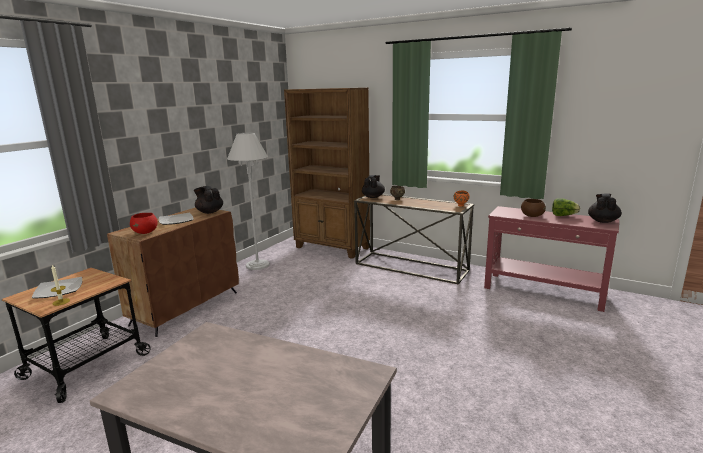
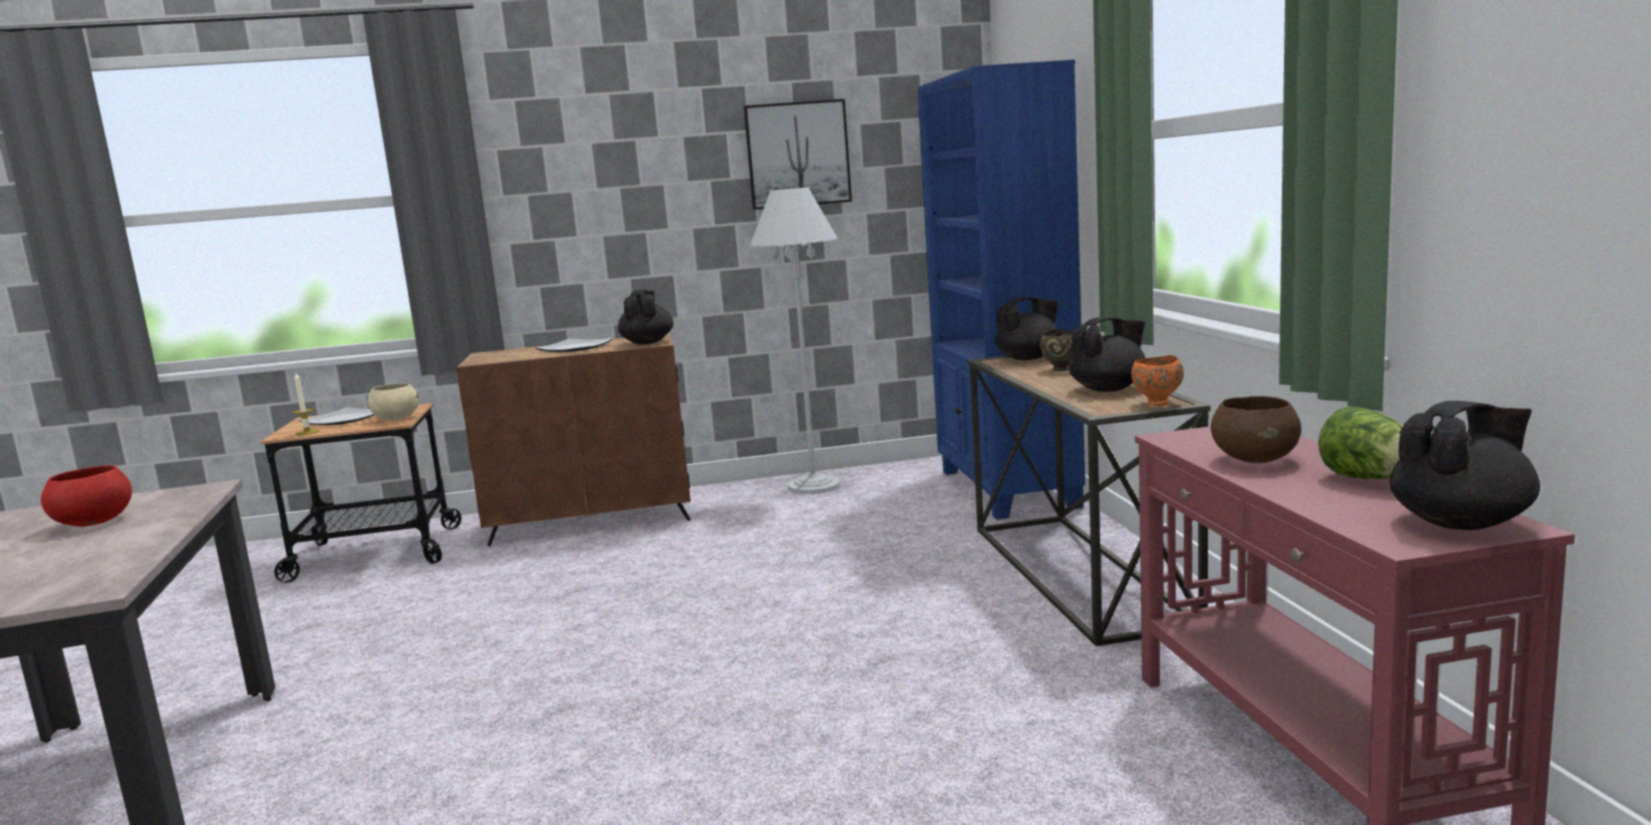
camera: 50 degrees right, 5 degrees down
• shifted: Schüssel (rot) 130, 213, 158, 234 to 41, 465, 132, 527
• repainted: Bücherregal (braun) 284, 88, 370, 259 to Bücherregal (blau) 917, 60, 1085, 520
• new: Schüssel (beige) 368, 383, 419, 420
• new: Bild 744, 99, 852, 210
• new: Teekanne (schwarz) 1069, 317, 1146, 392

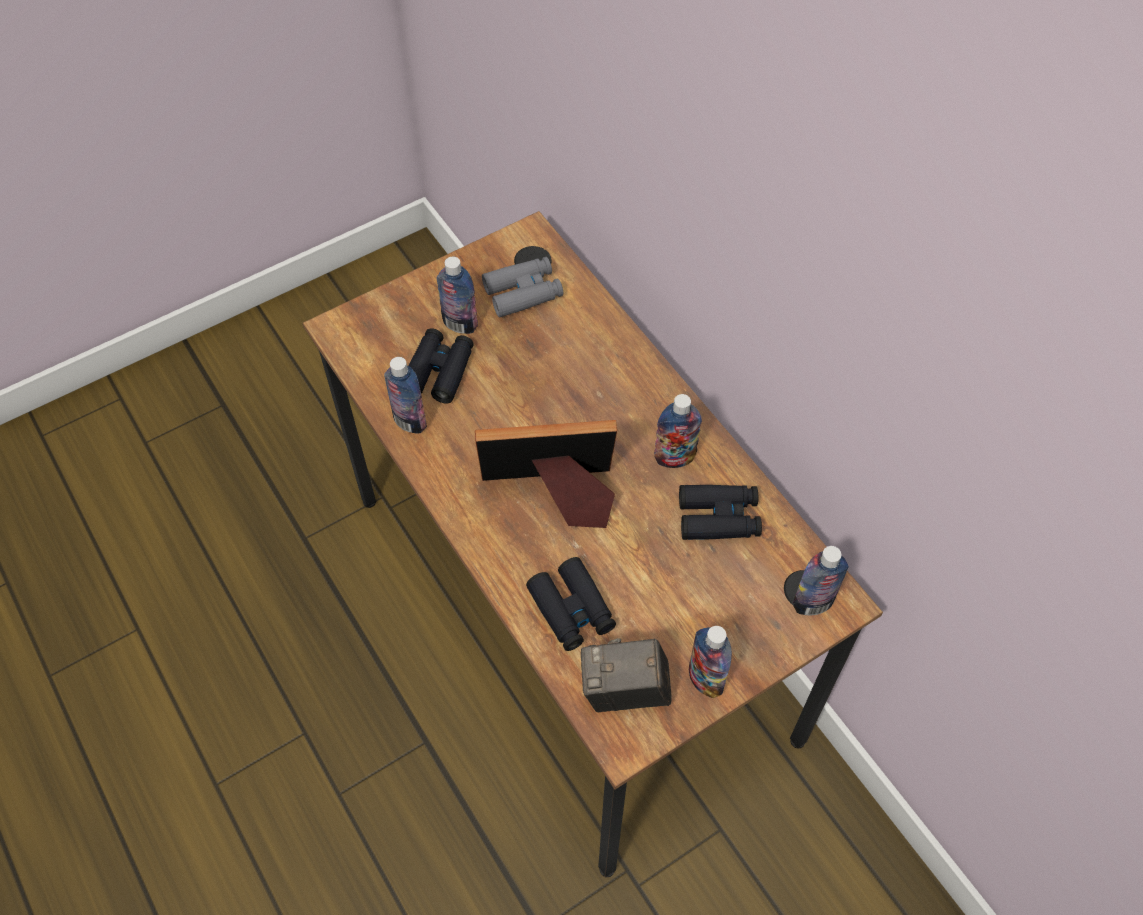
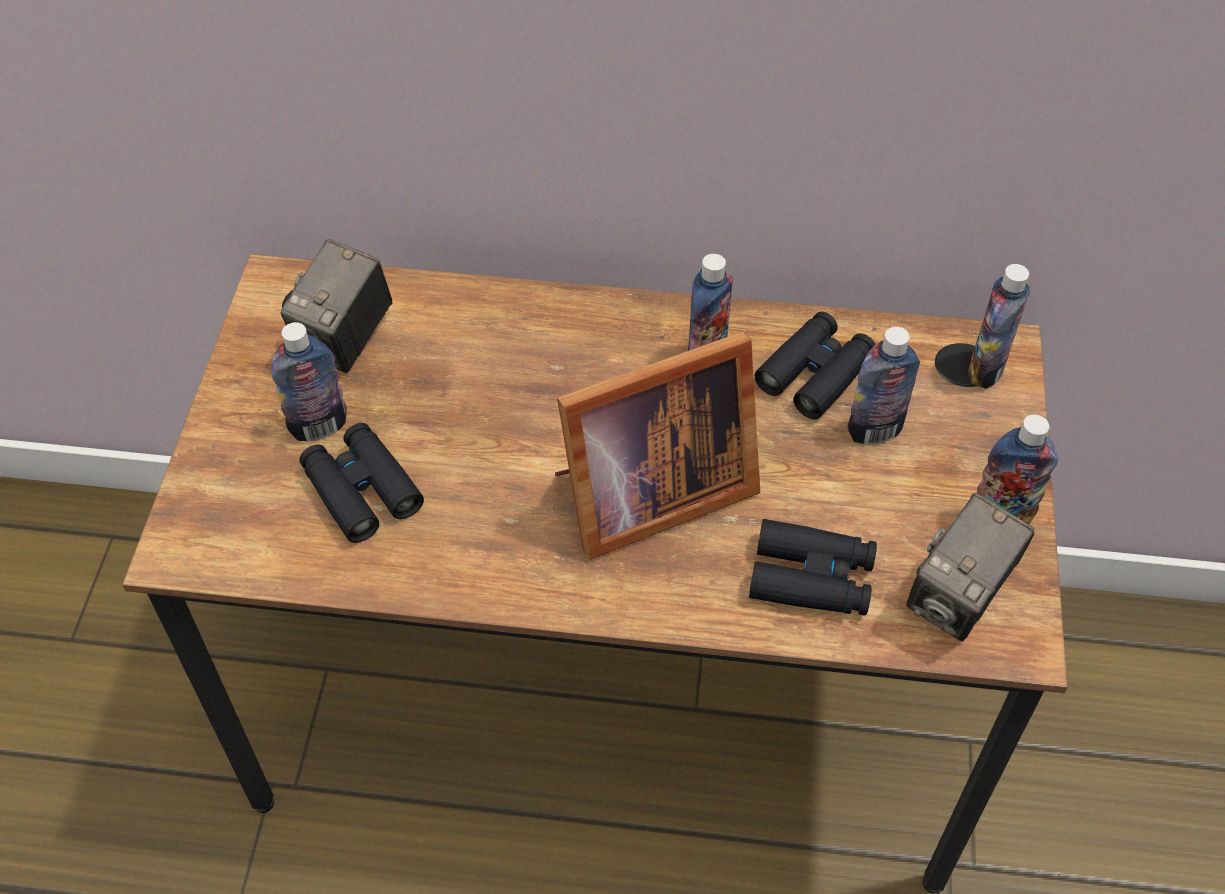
camera: 50 degrees left, 5 degrees down
• shifted: Flasche 384, 357, 427, 434 to 847, 327, 920, 444
• rotated: Bilderrahmen 475, 420, 617, 528 = 555, 332, 760, 560 150 degrees counterclockwise
• swapped: Fernglas (grau) 482, 257, 563, 317 to Kamera 281, 239, 392, 373

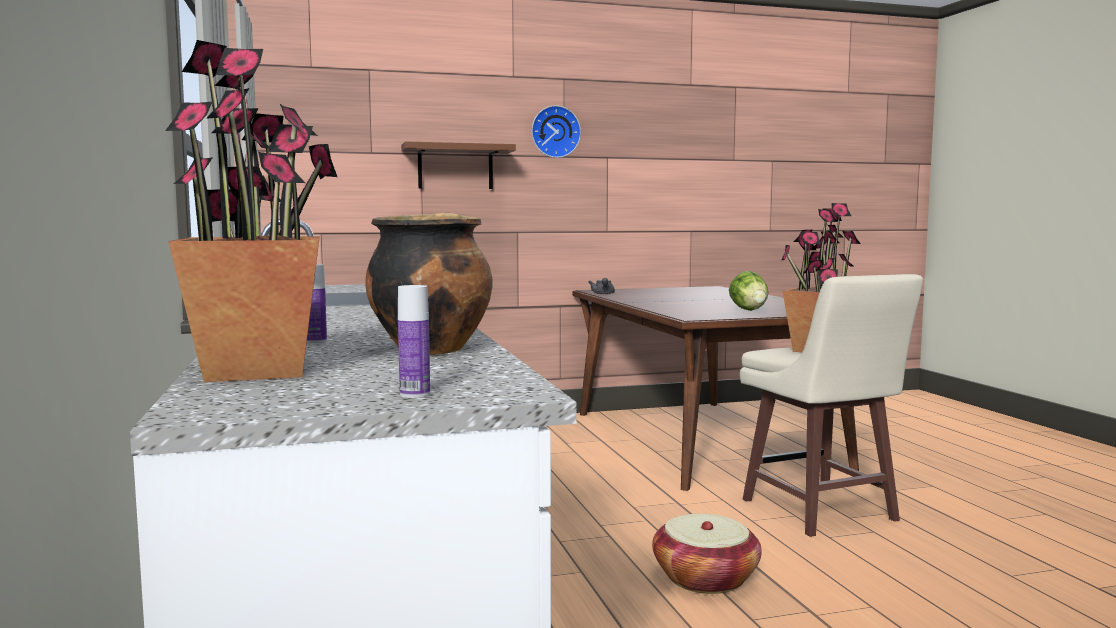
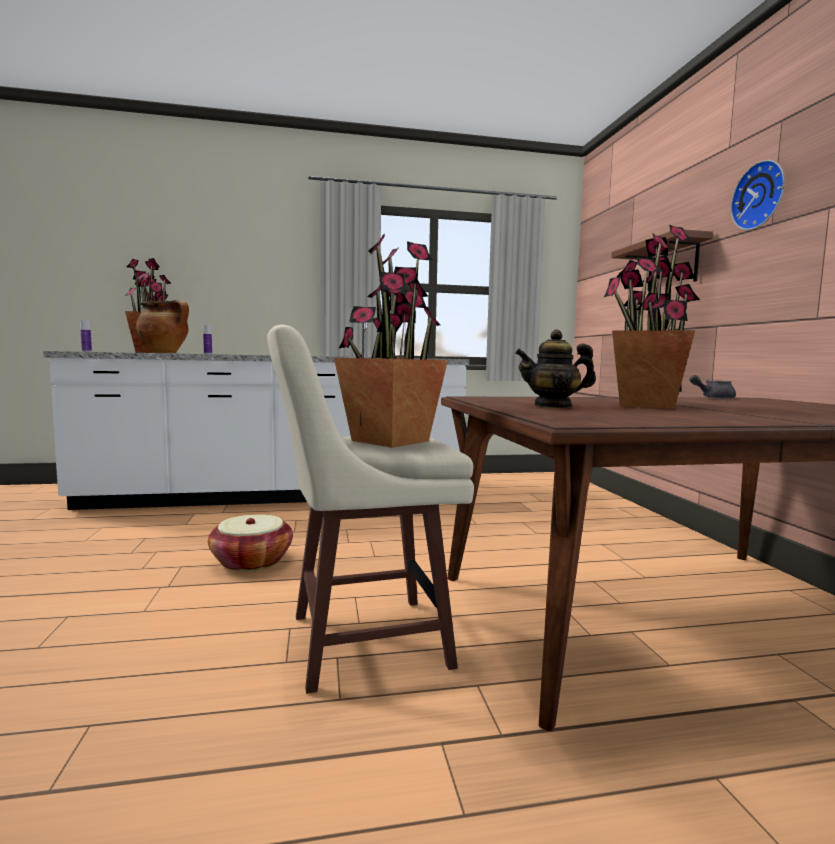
camera: 95 degrees right, 0 degrees up
• swapped: Salatkopf 729, 271, 769, 311 to Teekanne 515, 329, 596, 408
• new: Topfpflanze 604, 225, 700, 409

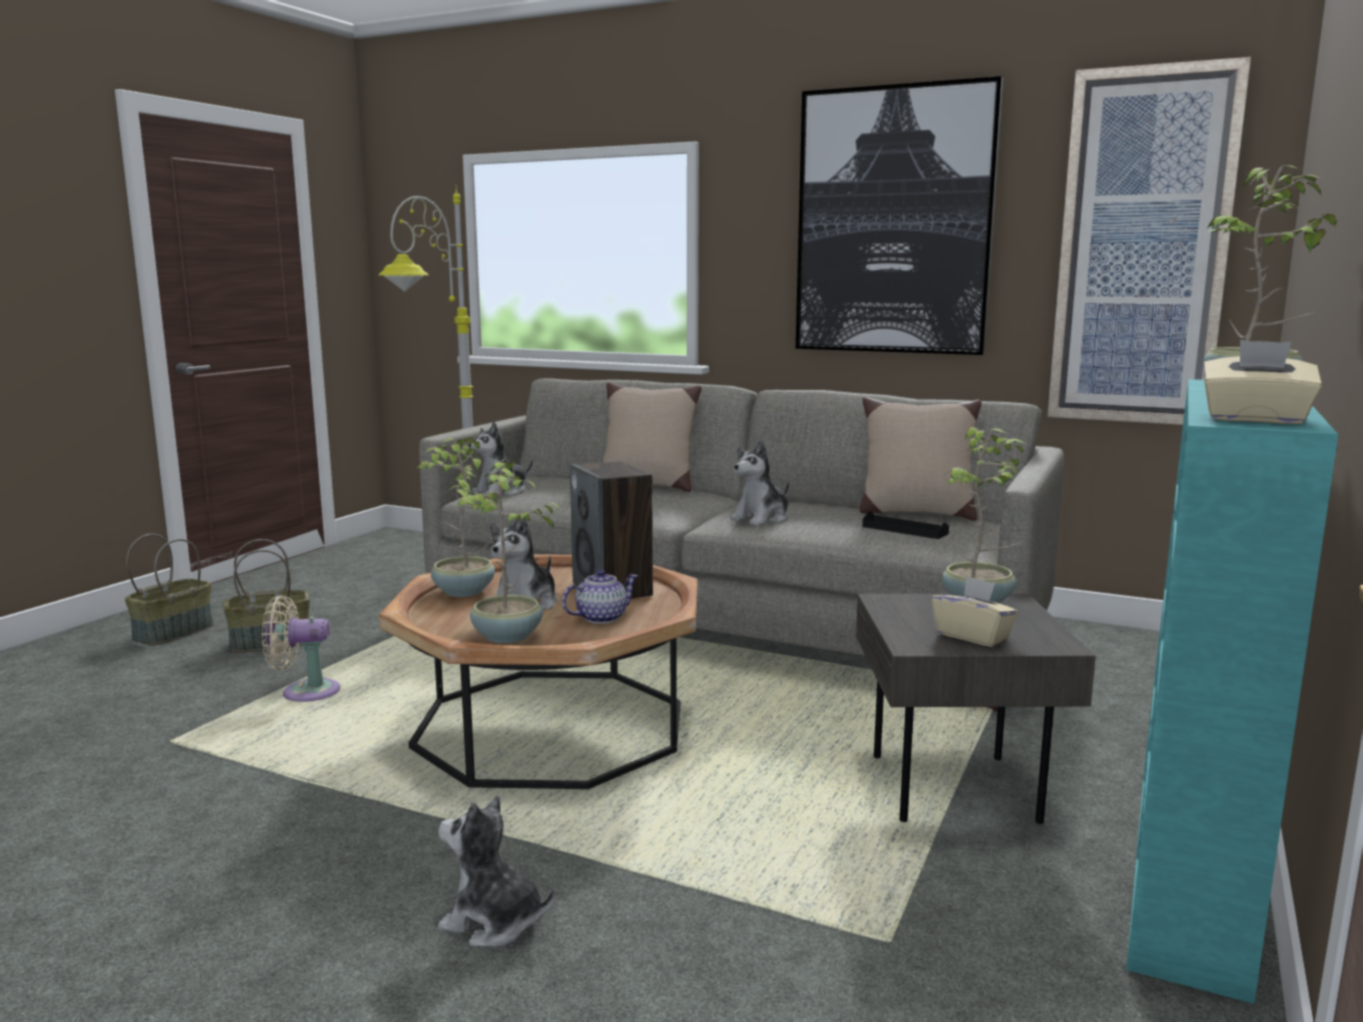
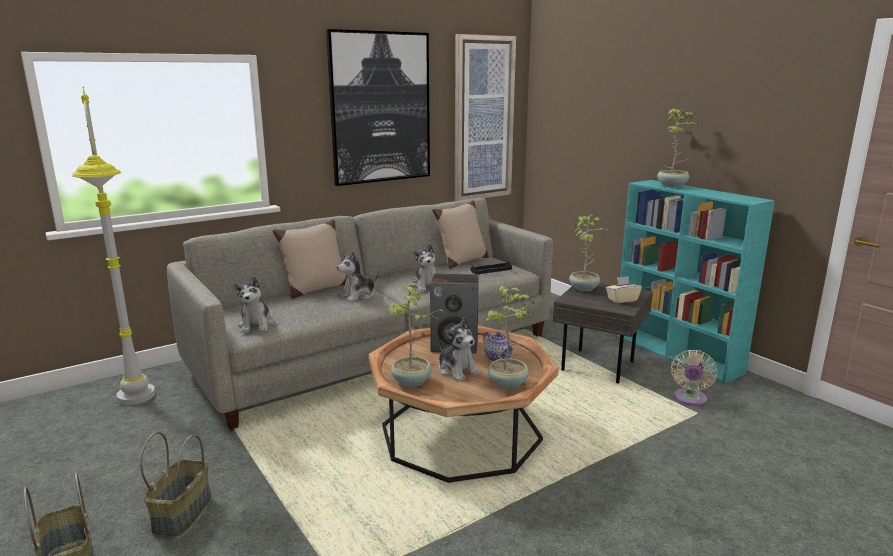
camera: 60 degrees left, 5 degrees up
• shifted: Ventilator (beige) 262, 595, 340, 702 to 671, 350, 718, 406
• shifted: Plüschtier 438, 795, 556, 947 to 337, 252, 378, 302
• rotated: Teekanne 562, 569, 638, 624 = 483, 332, 514, 361 150 degrees clockwise
• gone: Taschentuchbox (beige) 1203, 340, 1322, 424

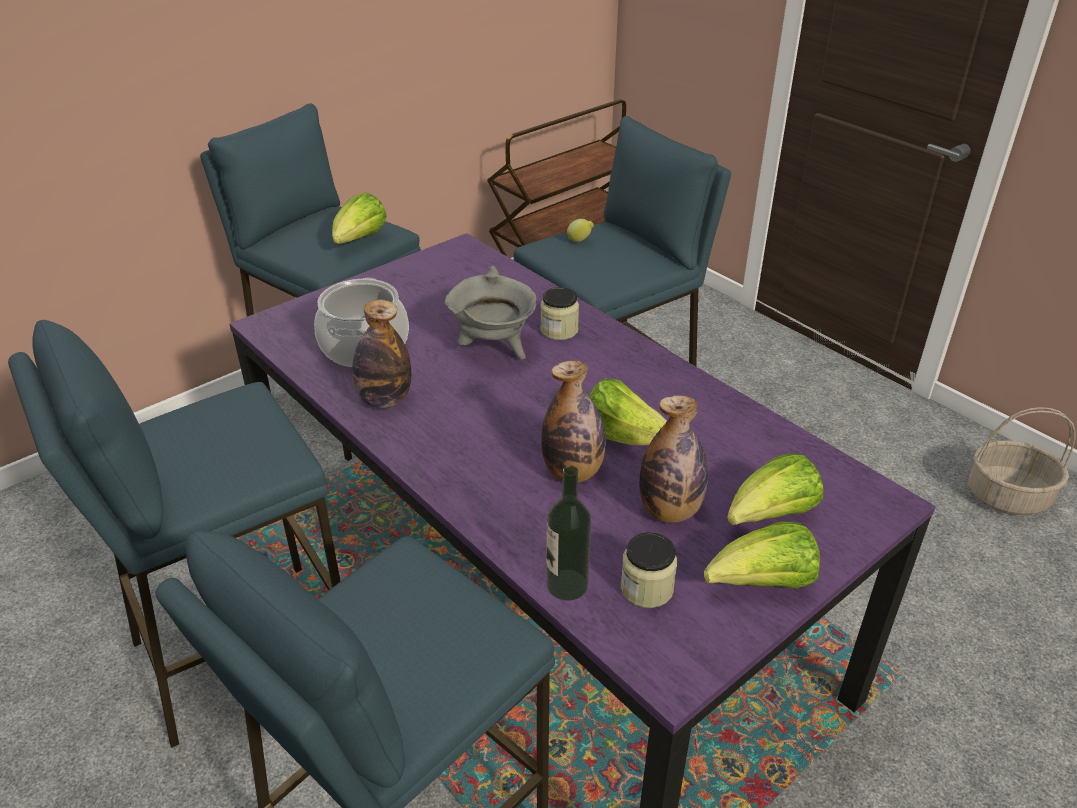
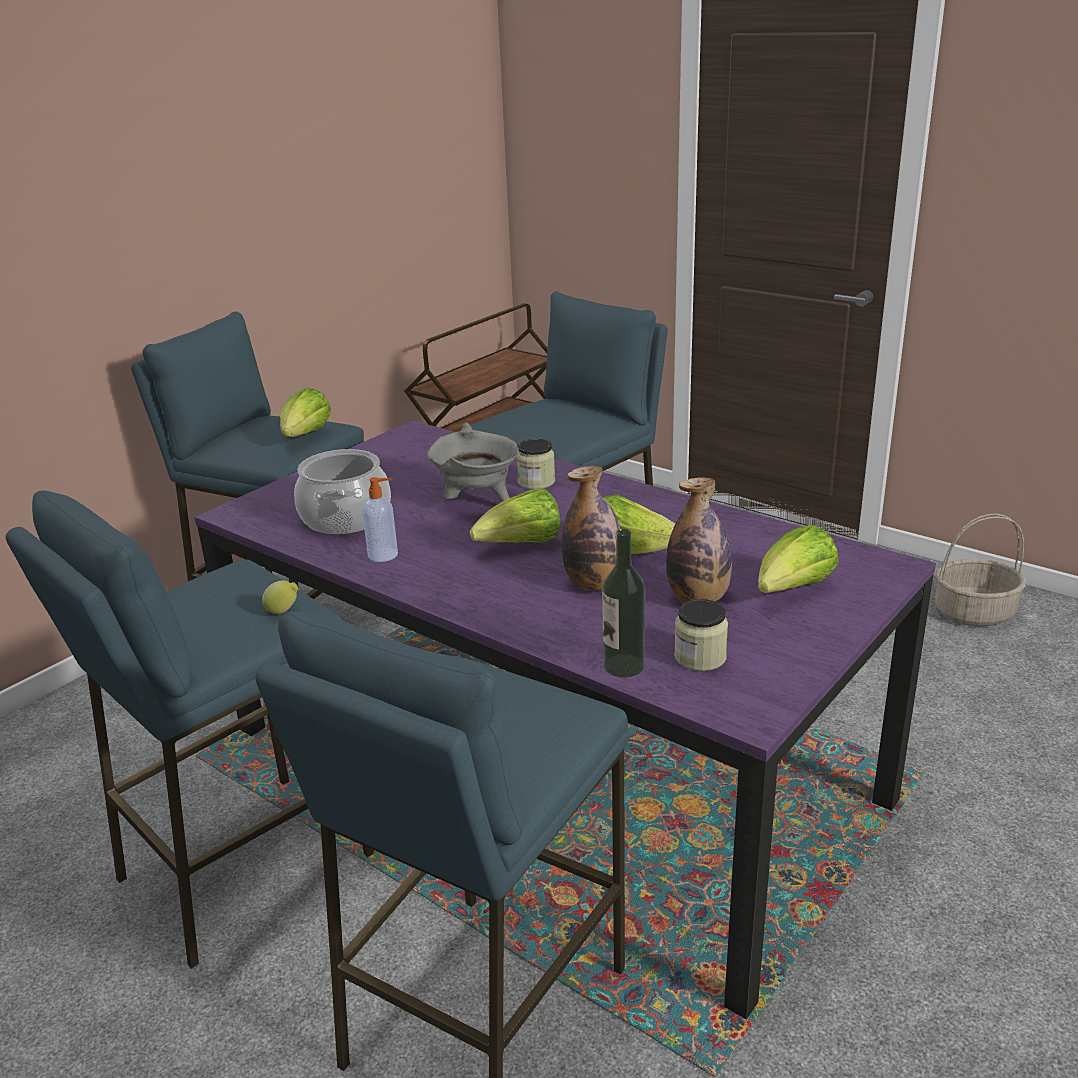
camera: 10 degrees left, 10 degrees down
• swapped: Flasche 352, 299, 411, 409 to Seifenspender 362, 477, 398, 562
• shifted: Zitrone 567, 219, 594, 242 to 262, 580, 299, 614
• shifted: Salatkopf 704, 521, 820, 589 to 470, 489, 560, 543

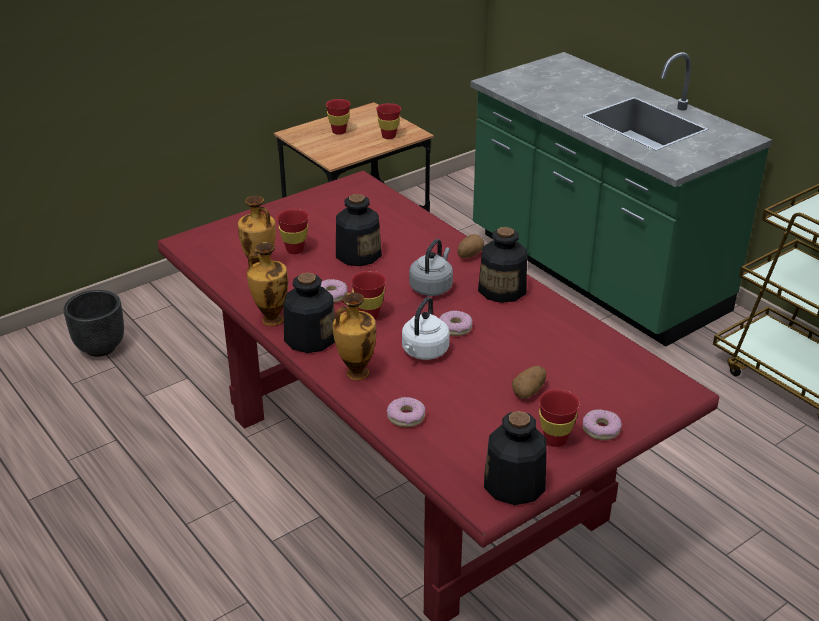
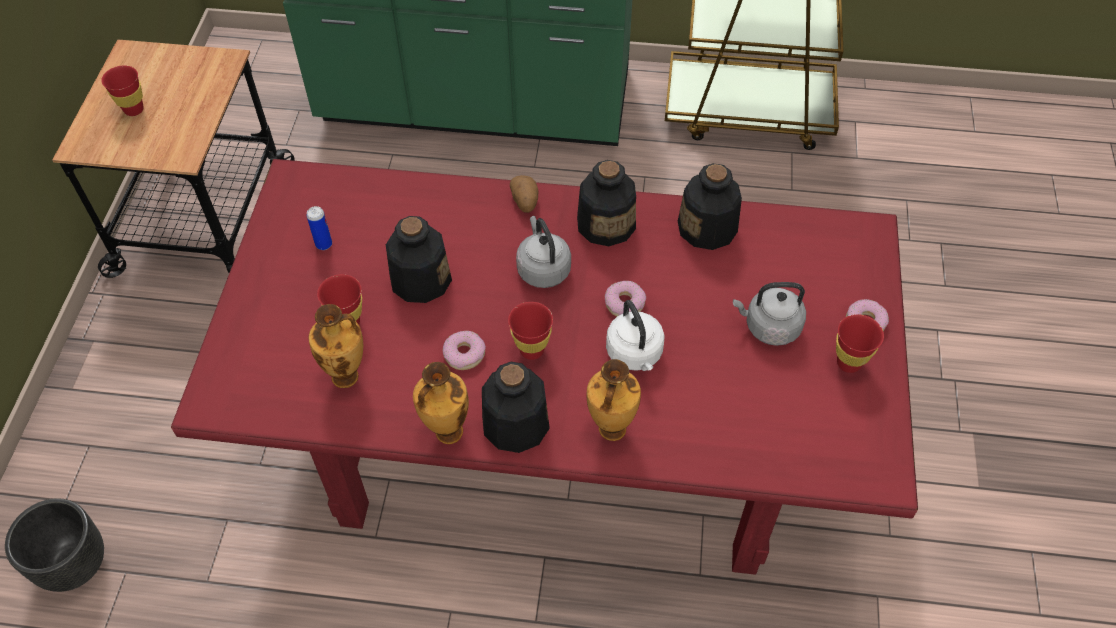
camera: 45 degrees left, 20 degrees up
• gone: Tasse (rot) 376, 103, 401, 139
• gone: Donut 387, 397, 425, 427
• shifted: Flasche 484, 411, 547, 505 to 678, 163, 742, 250
• swapped: Kartoffel 512, 366, 546, 399 to Wasserkessel (grau) 733, 282, 806, 346
• new: Dose 306, 206, 332, 250

